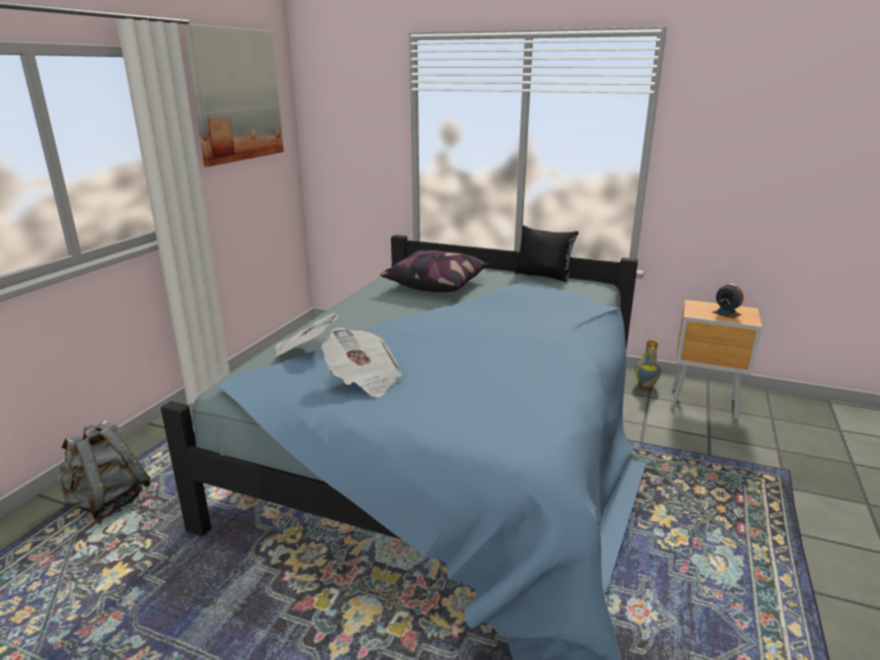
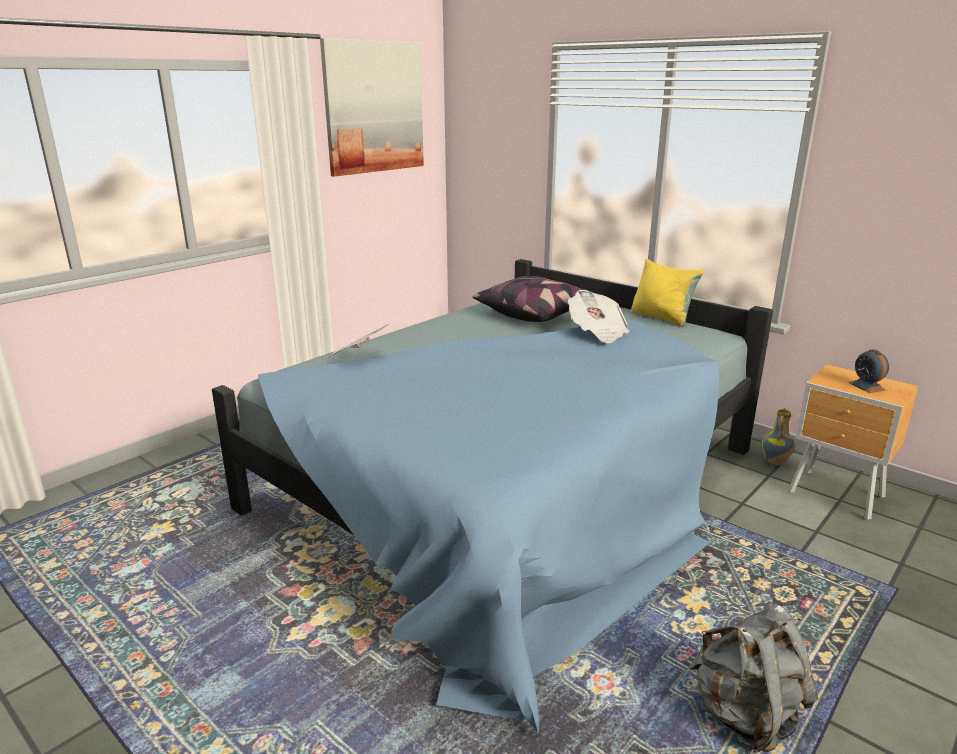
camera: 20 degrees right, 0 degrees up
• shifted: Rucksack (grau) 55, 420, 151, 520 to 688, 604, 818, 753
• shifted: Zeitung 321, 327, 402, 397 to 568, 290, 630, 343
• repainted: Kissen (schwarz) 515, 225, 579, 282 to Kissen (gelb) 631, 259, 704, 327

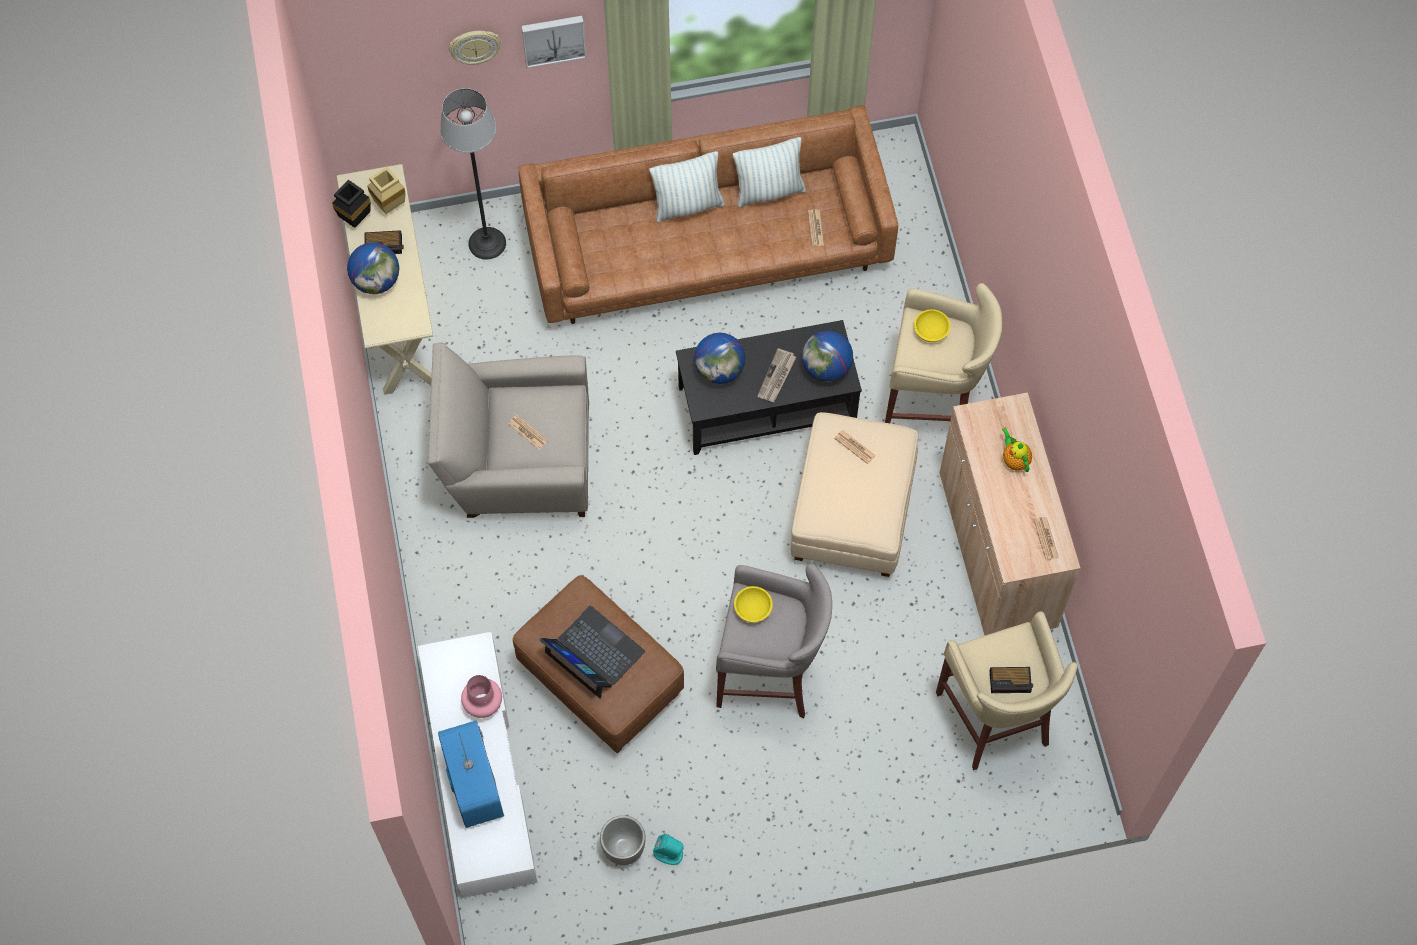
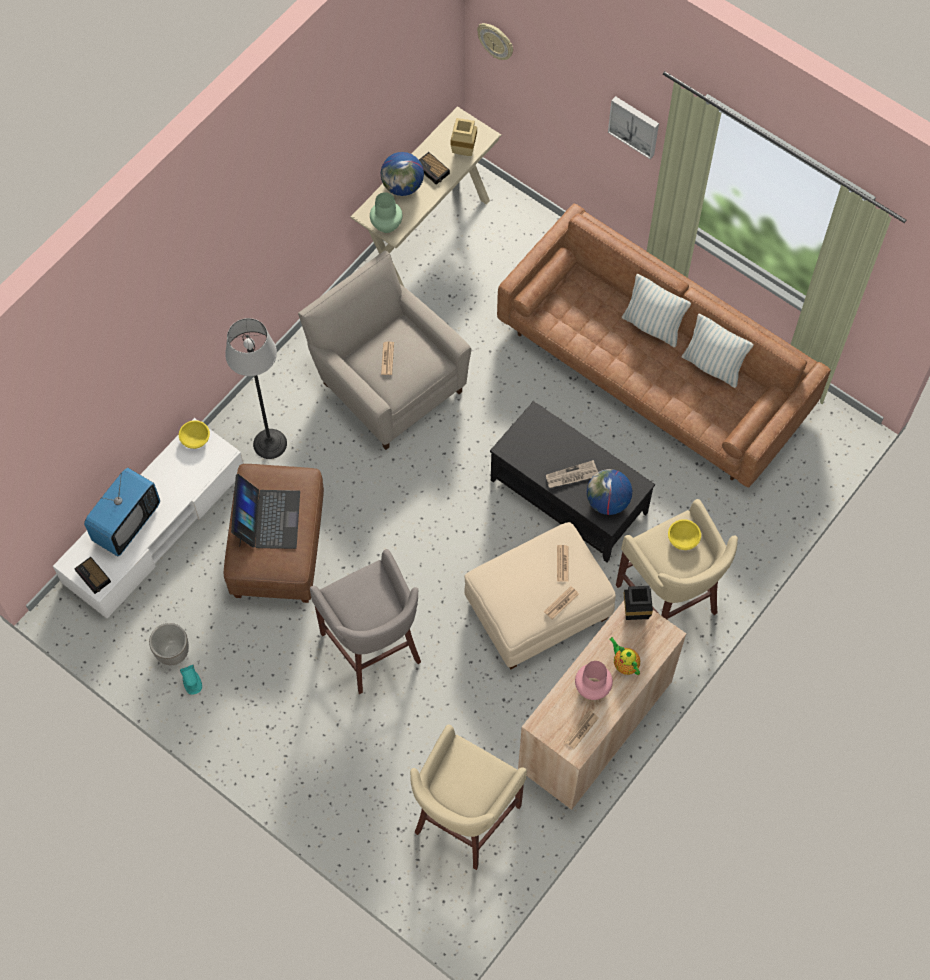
camera: 50 degrees right, 0 degrees up
• shifted: Vase (schwarz) 332, 180, 371, 228 to 624, 586, 653, 620
• shifted: Stehlampe 440, 88, 506, 260 to 225, 318, 287, 459
• shifted: Wanduhr 449, 31, 501, 65 to 477, 23, 513, 60
• shifted: Vase (rosa) 461, 675, 502, 718 to 575, 661, 613, 700
• gone: Globus 694, 333, 746, 384
• shifted: Schüssel (gelb) 734, 586, 773, 623 to 179, 420, 210, 449
• shifted: Zeitung 808, 209, 824, 246 to 544, 586, 579, 619
• shifted: Wecker 990, 667, 1033, 693 to 74, 557, 111, 594
• rotated: Teekanne 1002, 427, 1032, 472 = 609, 637, 640, 675 60 degrees counterclockwise
• new: Vase (grün) 370, 192, 403, 233

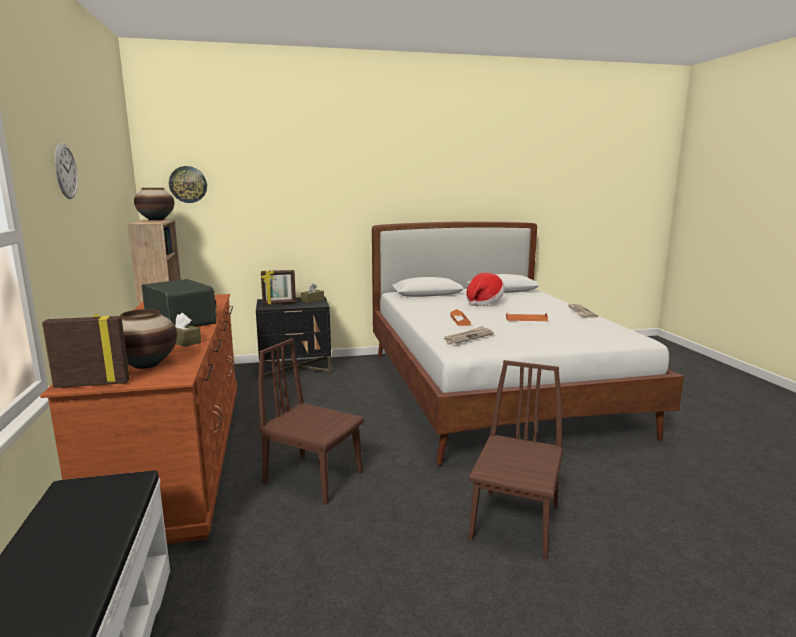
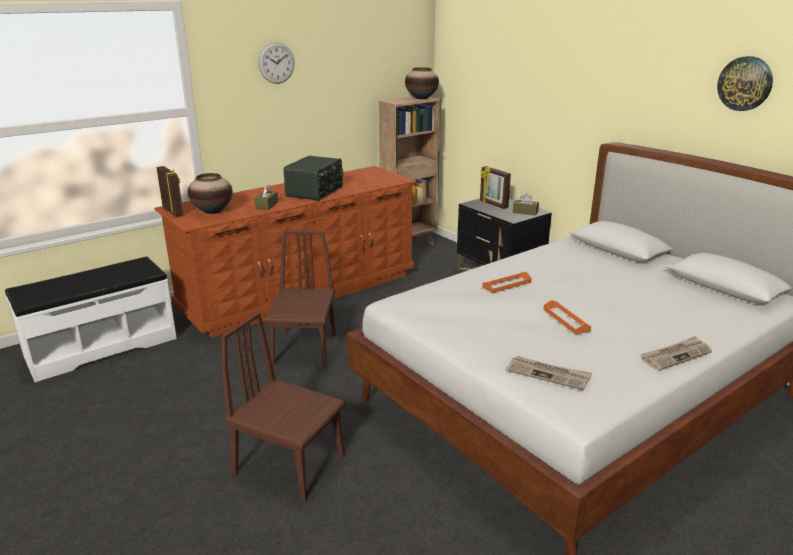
camera: 65 degrees right, 10 degrees up
• shifted: Wanduhr 169, 166, 207, 203 to 717, 56, 773, 111
• shifted: Zeitung 444, 326, 494, 344 to 506, 356, 592, 390
• gone: Hut 466, 273, 505, 306
• rotated: Stuhl (braun) 469, 360, 564, 560 = 222, 312, 345, 502 150 degrees counterclockwise

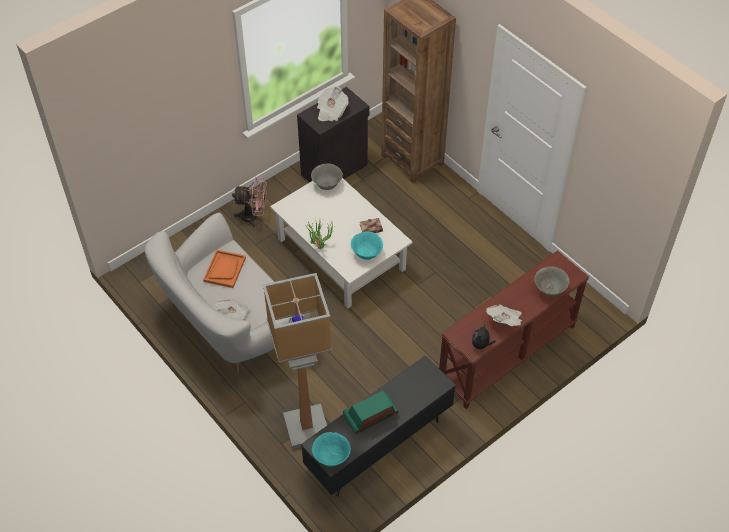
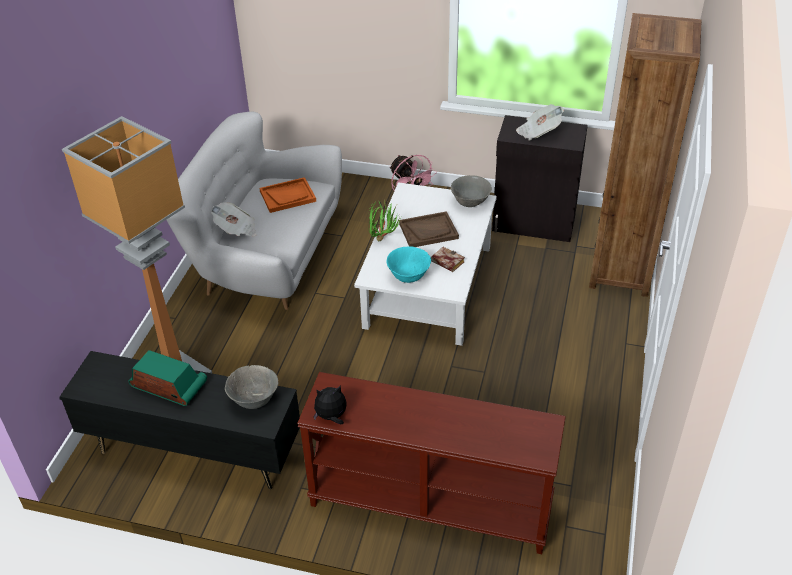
camera: 55 degrees right, 10 degrees down
• gone: Schüssel (türkis) 312, 432, 351, 467
• gone: Zeitung 486, 304, 522, 326
• shifted: Schüssel (grau) 534, 266, 570, 296 to 225, 365, 278, 409
• new: Tablett (braun) 399, 211, 459, 247

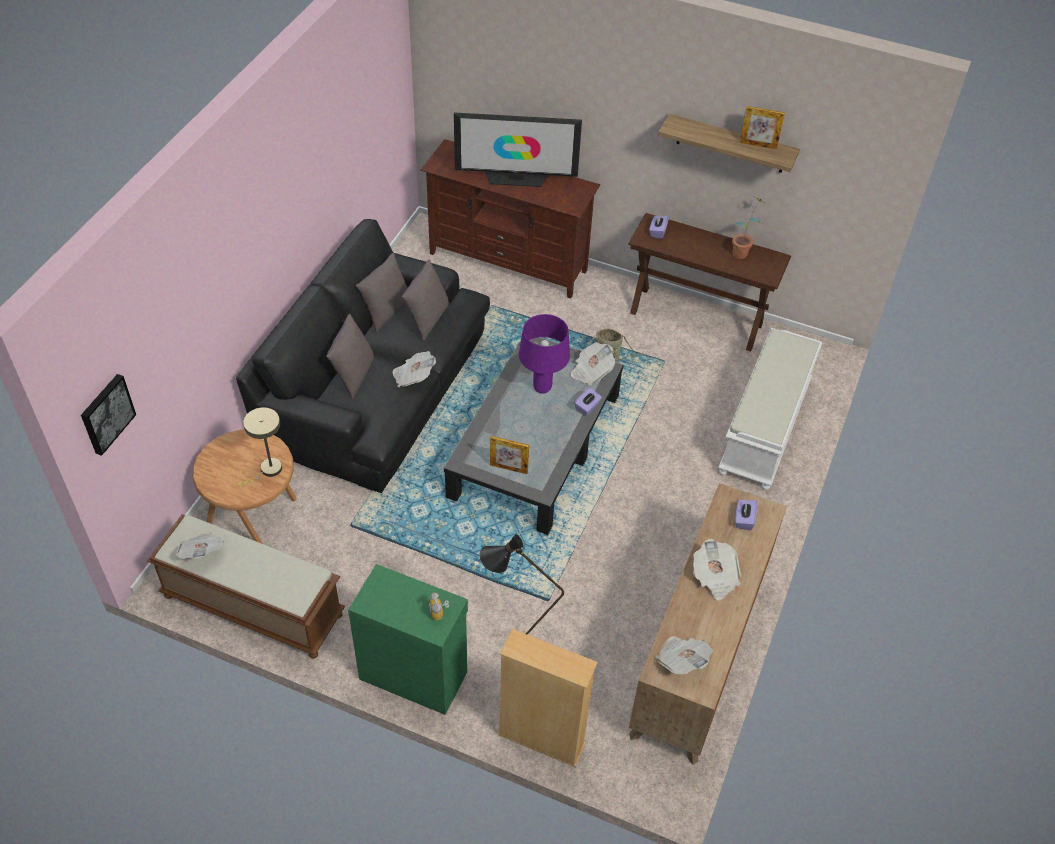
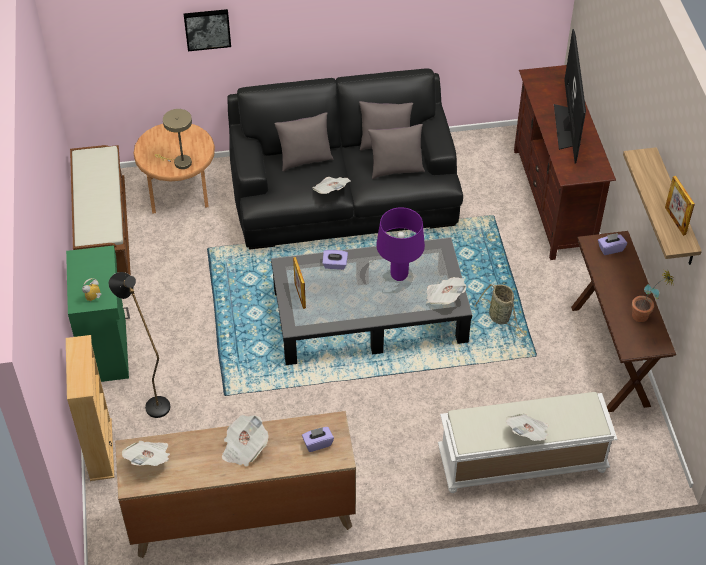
camera: 60 degrees right, 0 degrees up
• shifted: Bild 81, 374, 136, 456 to 184, 9, 231, 51
• shifted: Zeitung 176, 531, 225, 559 to 506, 413, 549, 441
• rotated: Fernseher 454, 112, 582, 187 = 554, 29, 586, 164 150 degrees counterclockwise
• shifted: Taschentuchbox (lila) 575, 388, 602, 416 to 322, 250, 348, 270

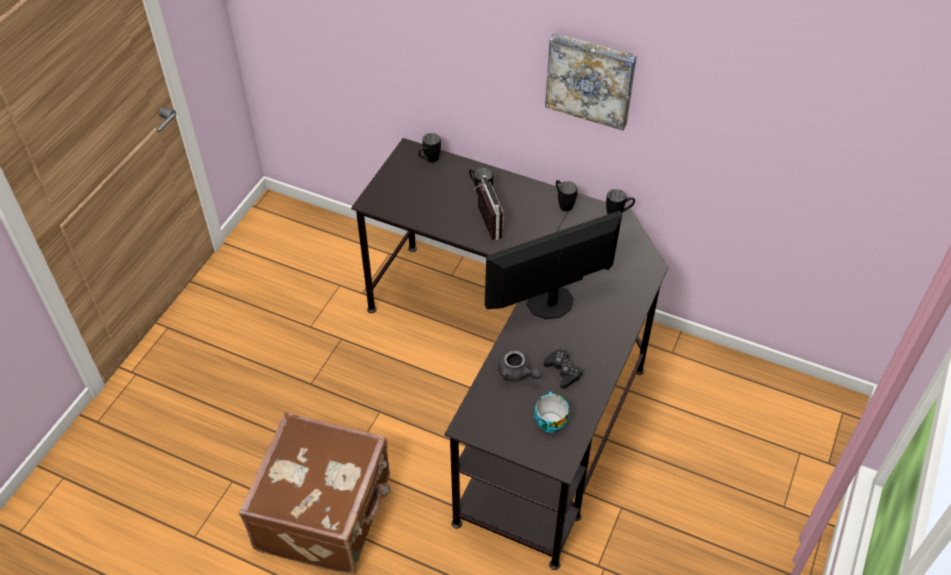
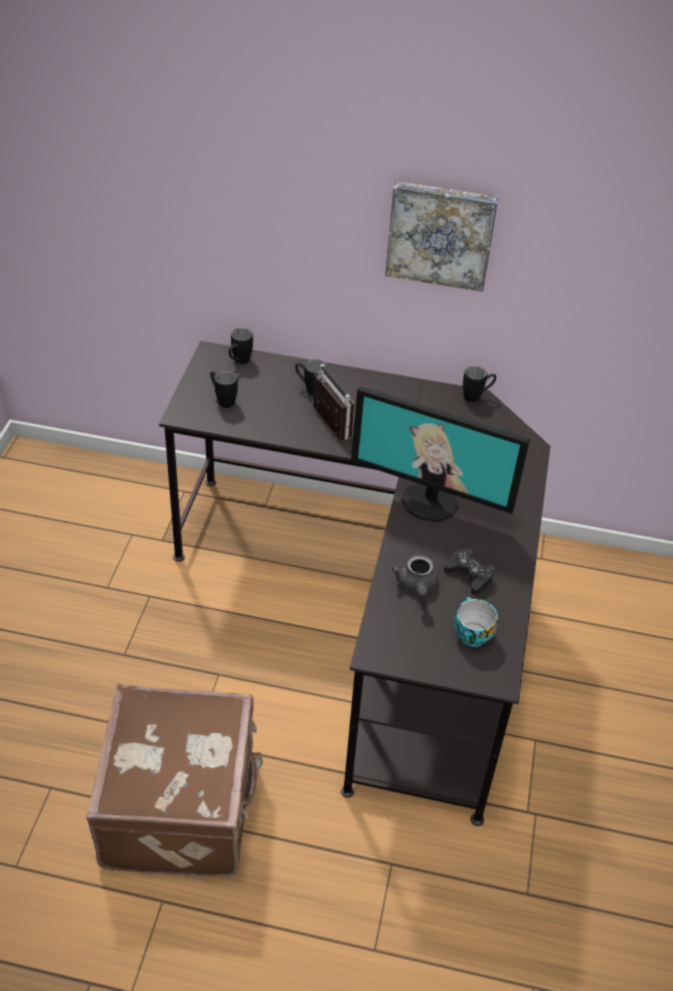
camera: 15 degrees left, 5 degrees down
• rotated: Monitor 485, 211, 622, 319 = 351, 386, 530, 522 120 degrees counterclockwise
• rotated: Teekanne (grau) 498, 350, 542, 382 = 391, 555, 438, 597 60 degrees clockwise
• shifted: Henkelbecher (schwarz) 556, 180, 577, 211 to 210, 371, 238, 408

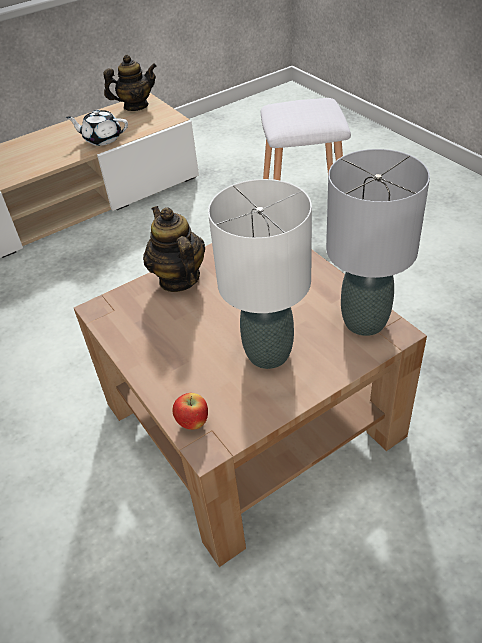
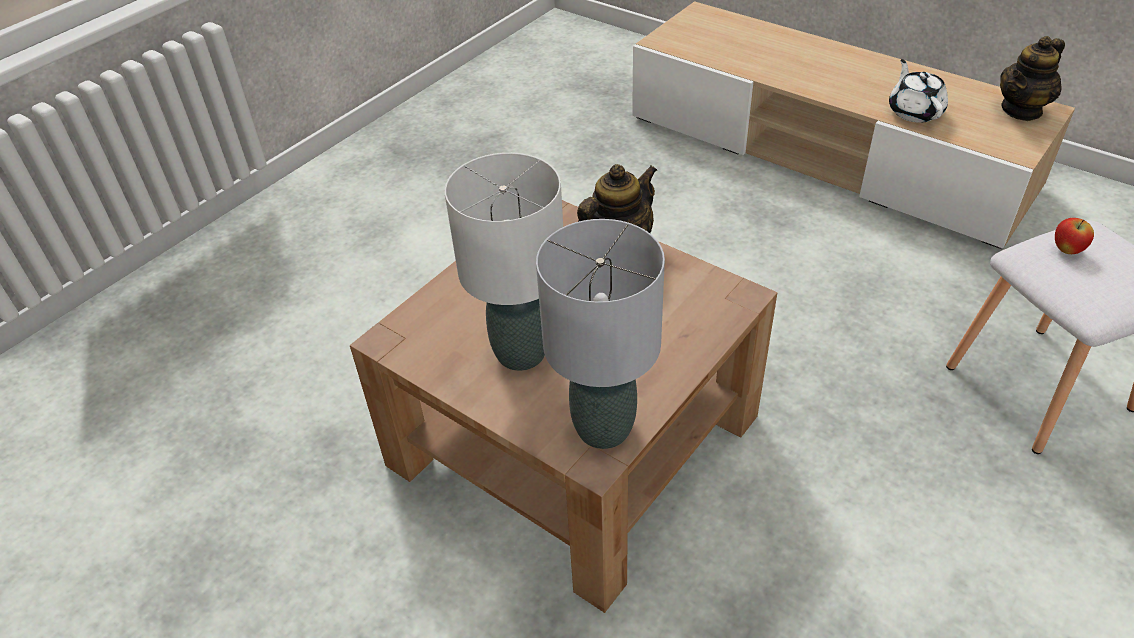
camera: 70 degrees right, 0 degrees up
• rotated: Teekanne 103, 55, 157, 111 = 1000, 36, 1065, 121 90 degrees clockwise
• shifted: Apfel 172, 393, 208, 430 to 1055, 218, 1094, 254

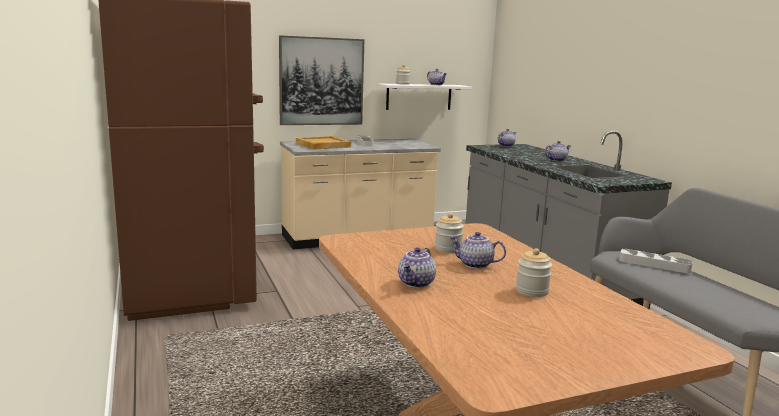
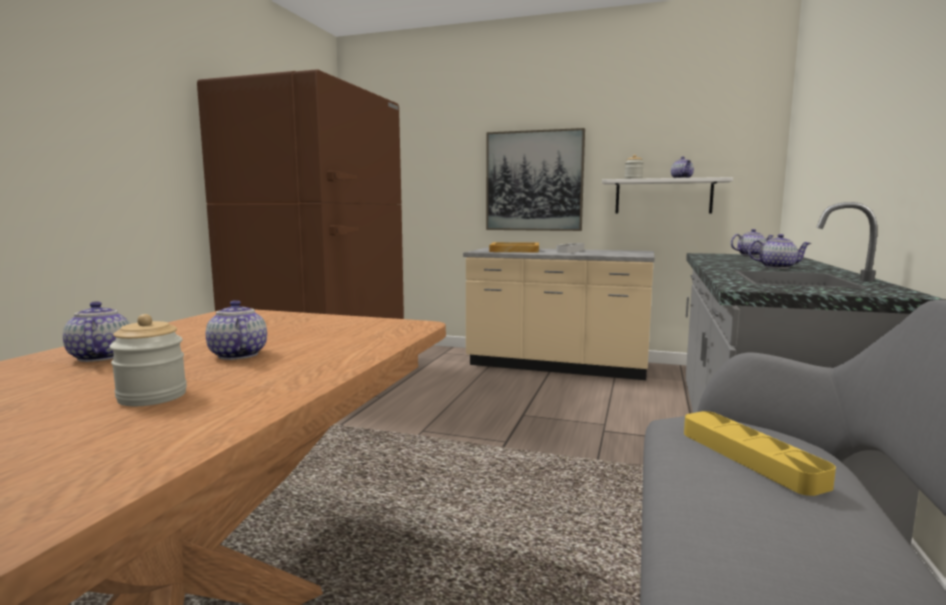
camera: 40 degrees right, 5 degrees down
• rotated: Teekanne 398, 247, 436, 288 = 63, 301, 130, 362 90 degrees clockwise
• gone: Vorratsglas 435, 213, 464, 253
• repainted: Tablett (grau) 619, 249, 693, 273 to Tablett (gelb) 684, 411, 836, 496

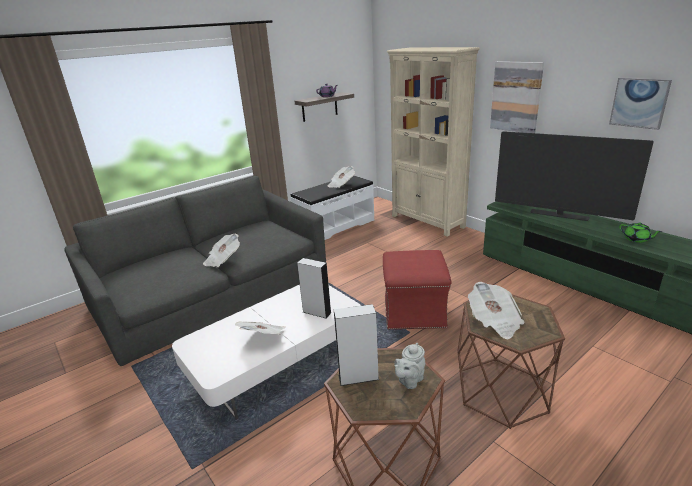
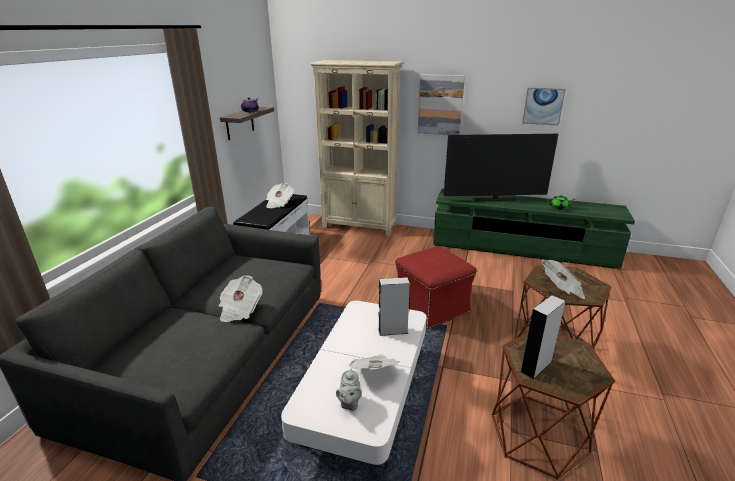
camera: 35 degrees left, 0 degrees up
• shifted: Teekanne (grau) 395, 343, 425, 389 to 336, 369, 362, 411

